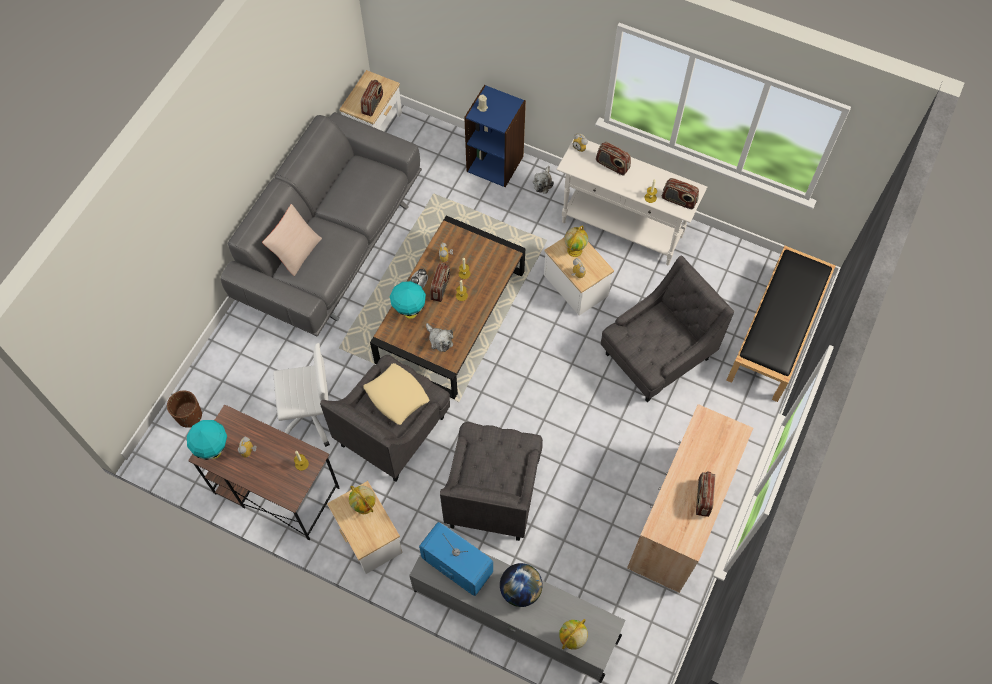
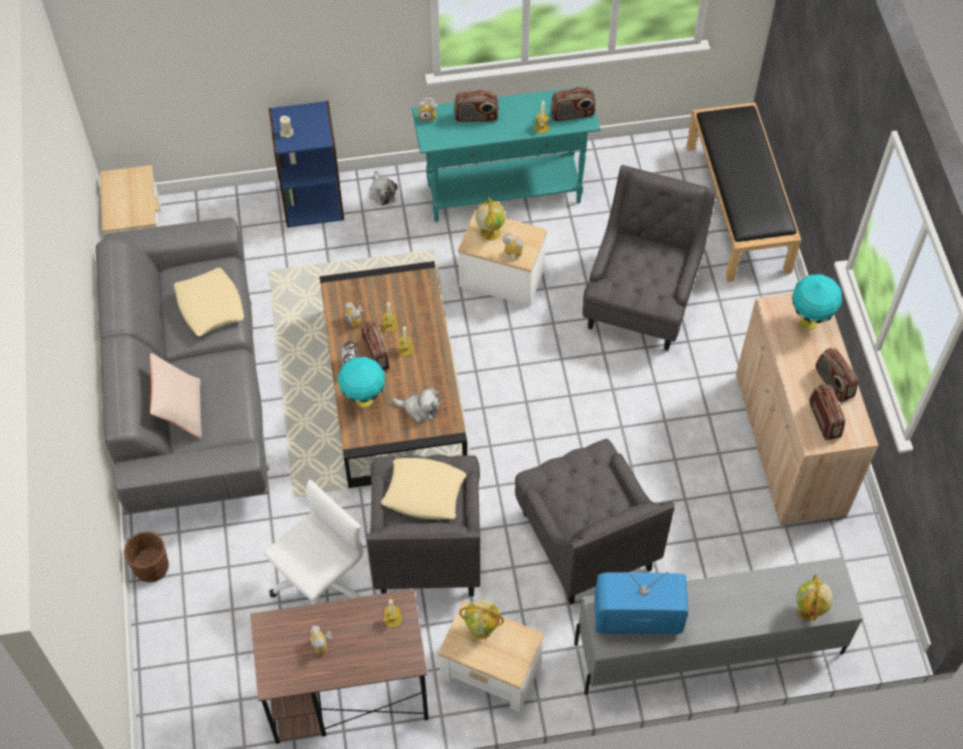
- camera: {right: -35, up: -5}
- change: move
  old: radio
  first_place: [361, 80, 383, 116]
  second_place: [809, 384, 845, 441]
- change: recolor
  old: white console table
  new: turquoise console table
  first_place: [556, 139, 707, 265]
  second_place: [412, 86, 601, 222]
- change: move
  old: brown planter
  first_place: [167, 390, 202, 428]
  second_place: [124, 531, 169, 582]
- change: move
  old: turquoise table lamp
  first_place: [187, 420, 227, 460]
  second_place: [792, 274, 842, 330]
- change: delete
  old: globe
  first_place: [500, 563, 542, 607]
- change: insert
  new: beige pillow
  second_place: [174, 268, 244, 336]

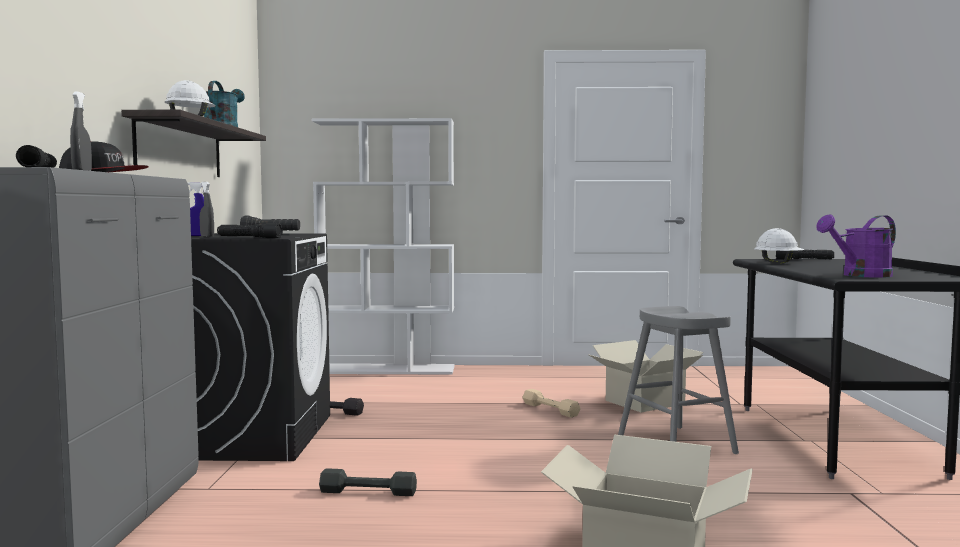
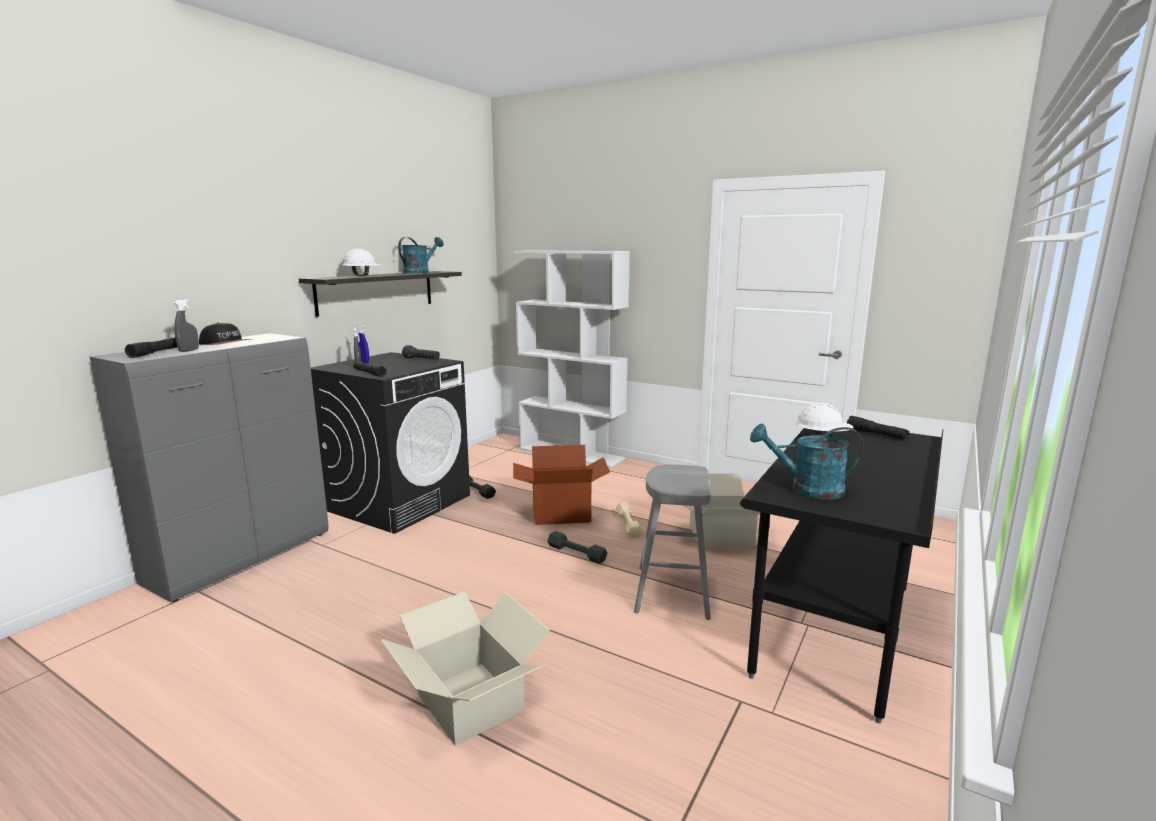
- camera: {right: 30, up: 10}
- change: recolor
  old: purple watering can
  new: turquoise watering can
  first_place: [817, 214, 896, 278]
  second_place: [750, 423, 864, 500]
- change: move
  old: grey dumbbell
  first_place: [319, 468, 417, 496]
  second_place: [547, 531, 607, 564]
- change: insert
  new: cardboard box
  second_place: [513, 445, 610, 525]

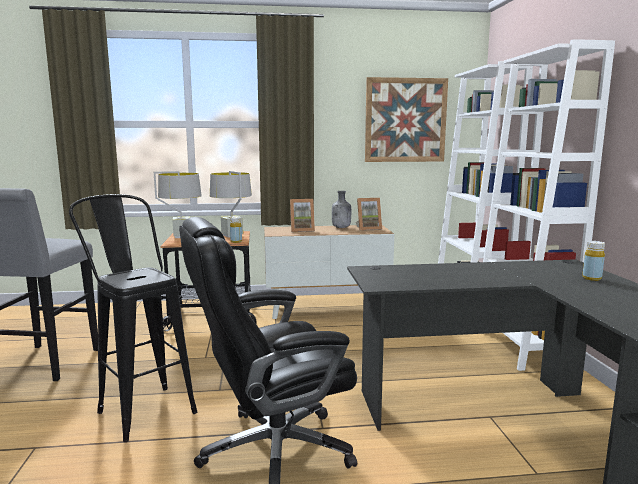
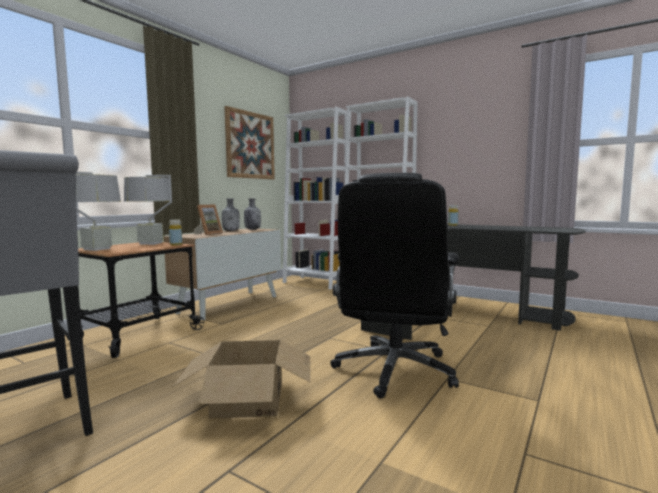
- camera: {right: -50, up: -5}
- change: replace
  old: black stool
  new: cardboard box
  first_place: [69, 194, 197, 442]
  second_place: [173, 340, 310, 419]
- change: replace
  old: picture frame
  new: grey bottle
  first_place: [356, 198, 382, 231]
  second_place: [244, 198, 261, 230]

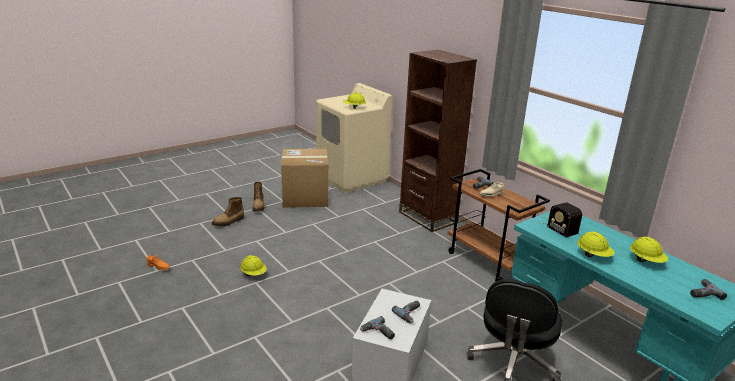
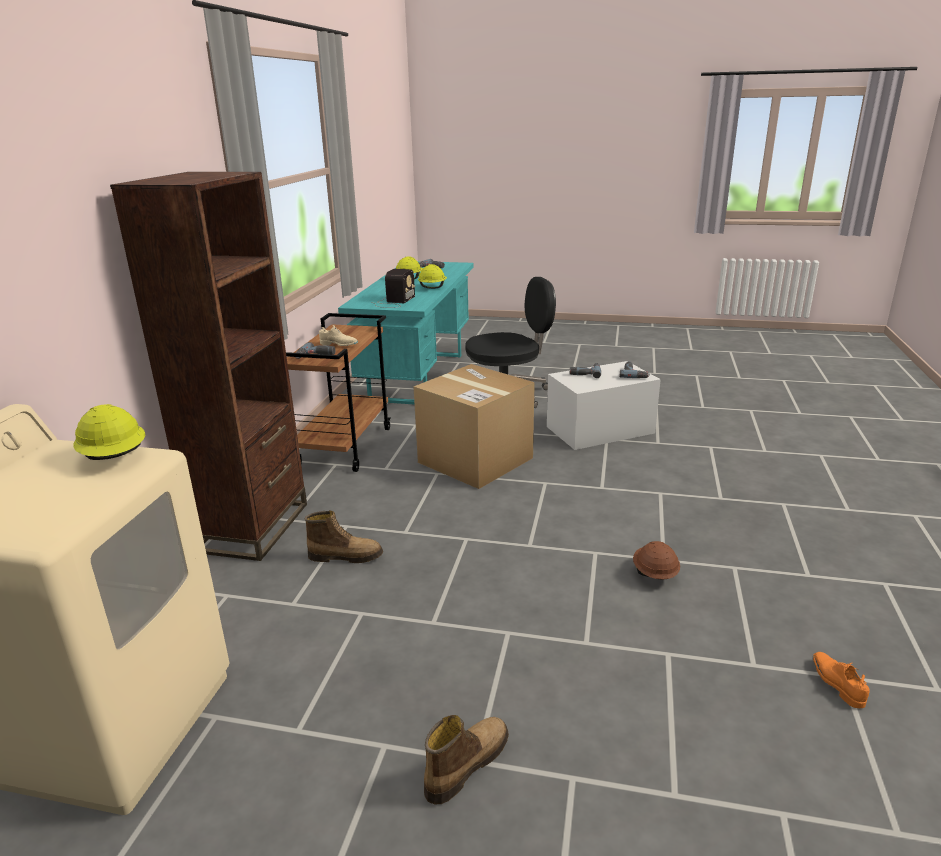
- camera: {right: -130, up: 0}
- change: move
  old: cardboard box
  first_place: [281, 149, 328, 208]
  second_place: [413, 364, 535, 489]
- change: move
  old: boot
  first_place: [212, 197, 244, 227]
  second_place: [305, 510, 383, 563]
- change: recolor
  old: yellow hard hat
  new: brown hard hat
  first_place: [240, 255, 267, 276]
  second_place: [633, 541, 680, 580]

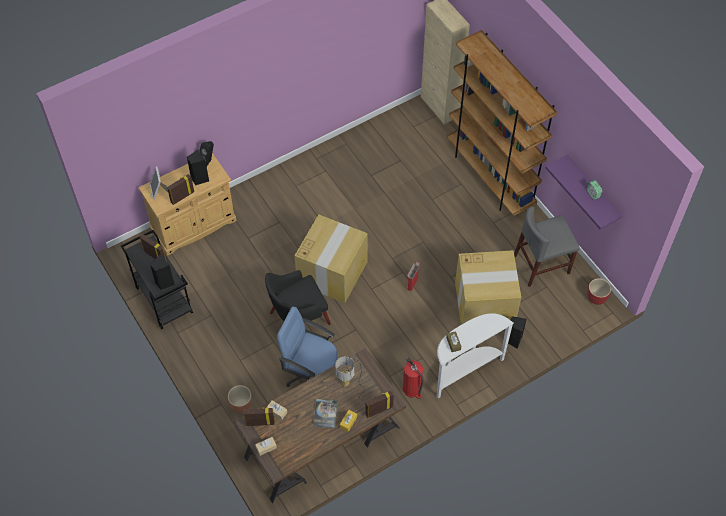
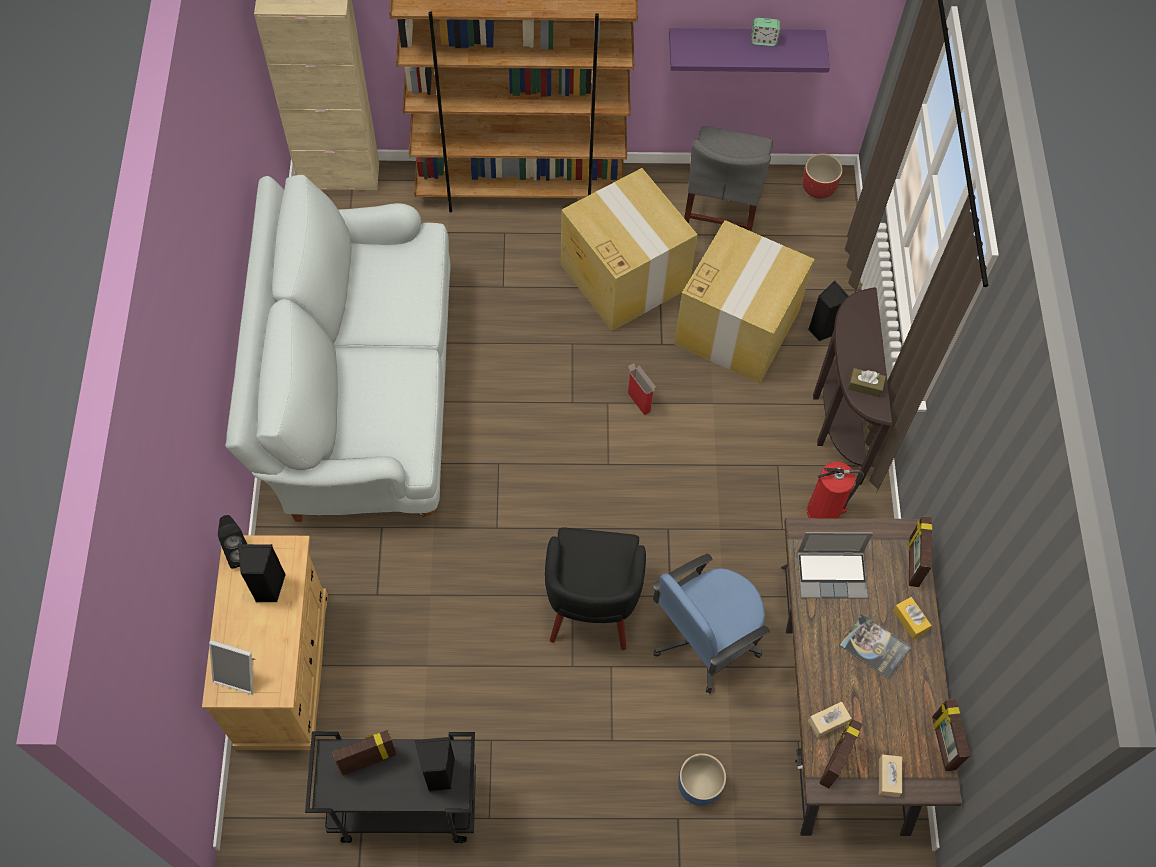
- camera: {right: -60, up: 5}
- change: move
  old: picture frame
  first_place: [167, 174, 194, 205]
  second_place: [932, 699, 971, 771]
- change: move
  old: cardboard box
  first_place: [294, 215, 368, 303]
  second_place: [561, 168, 698, 331]
- change: recolor
  old: white console table
  new: brown console table
  first_place: [437, 313, 514, 398]
  second_place: [813, 287, 892, 485]
- change: replace
  old: table lamp
  new: laptop
  first_place: [335, 356, 364, 398]
  second_place: [797, 532, 873, 599]
- change: recolor
  old: brown planter
  new: blue planter
  first_place: [228, 385, 252, 413]
  second_place: [678, 753, 726, 806]
- change: insert
  new: white sofa
  second_place: [225, 175, 451, 522]

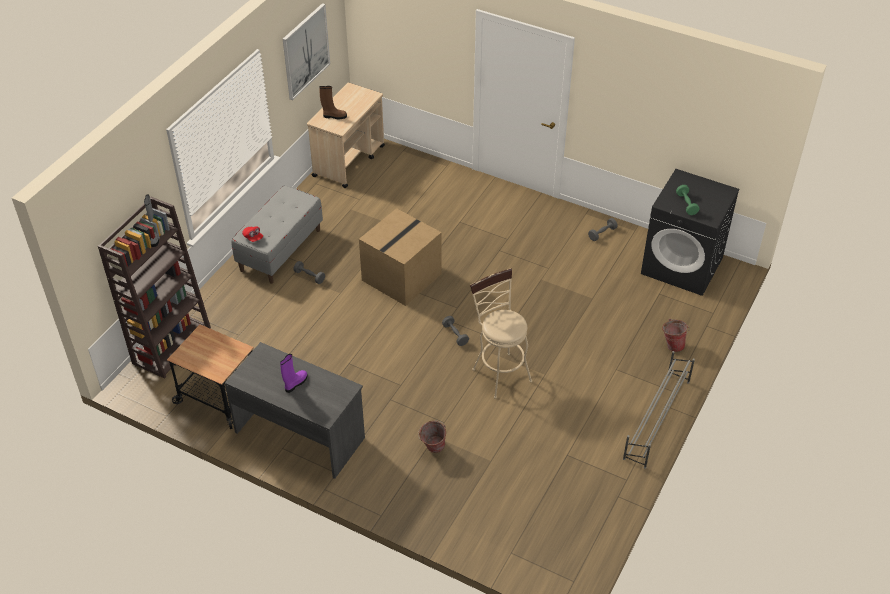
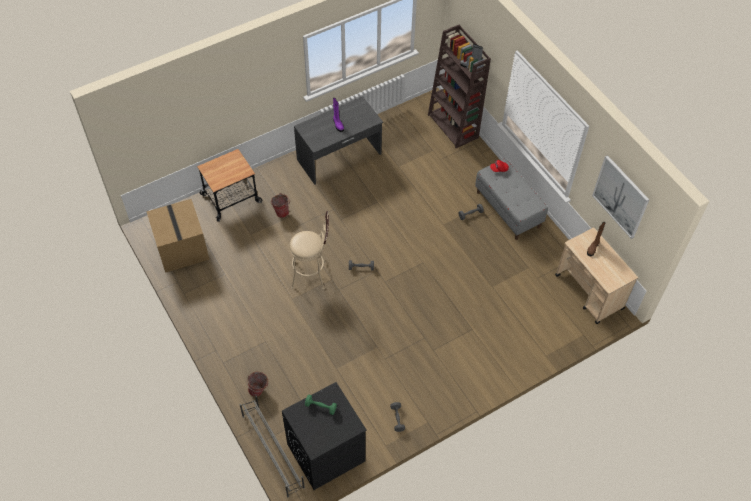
- camera: {right: 120, up: 10}
- change: move
  old: cardboard box
  first_place: [359, 208, 442, 306]
  second_place: [146, 199, 209, 273]
- change: move
  old: cart
  first_place: [167, 324, 254, 429]
  second_place: [197, 149, 262, 222]
- change: move
  old: grey shoe rack
  first_place: [623, 351, 695, 469]
  second_place: [240, 396, 305, 498]

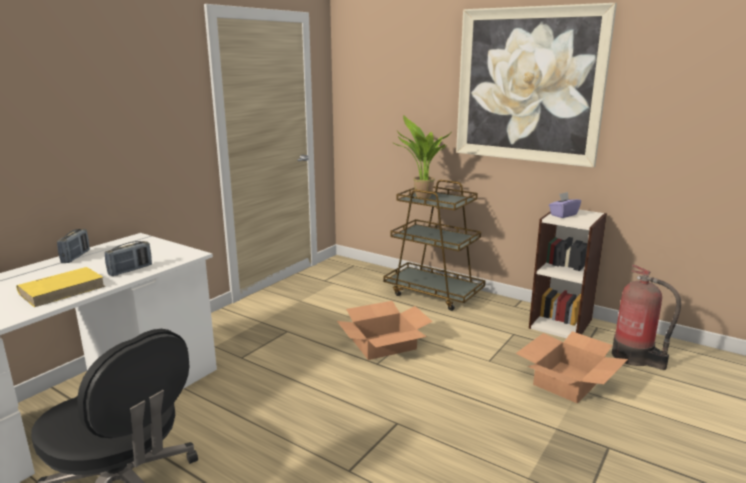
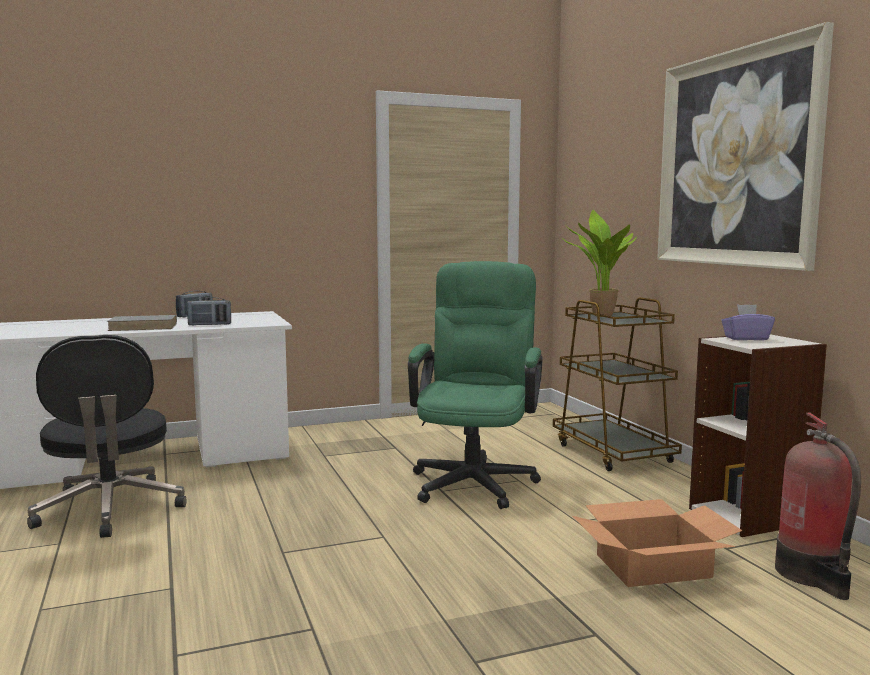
- camera: {right: 35, up: -10}
- change: recolor
  old: yellow book
  new: grey book
  first_place: [16, 267, 105, 307]
  second_place: [107, 315, 177, 331]
- change: replace
  old: cardboard box
  new: green office chair
  first_place: [337, 301, 433, 360]
  second_place: [408, 261, 543, 509]

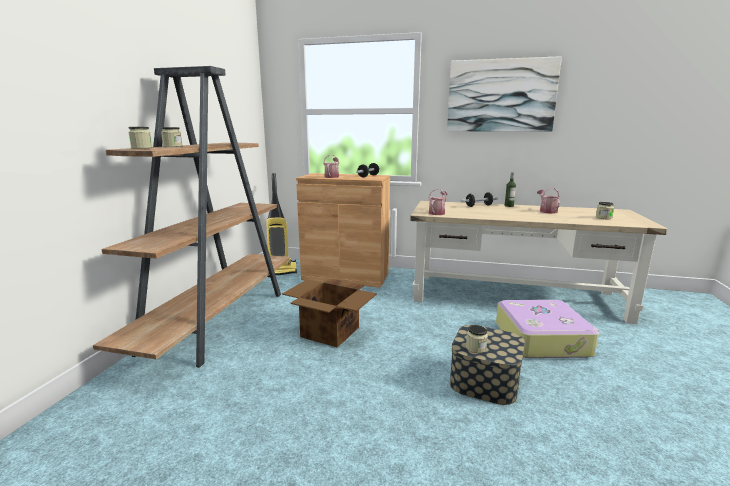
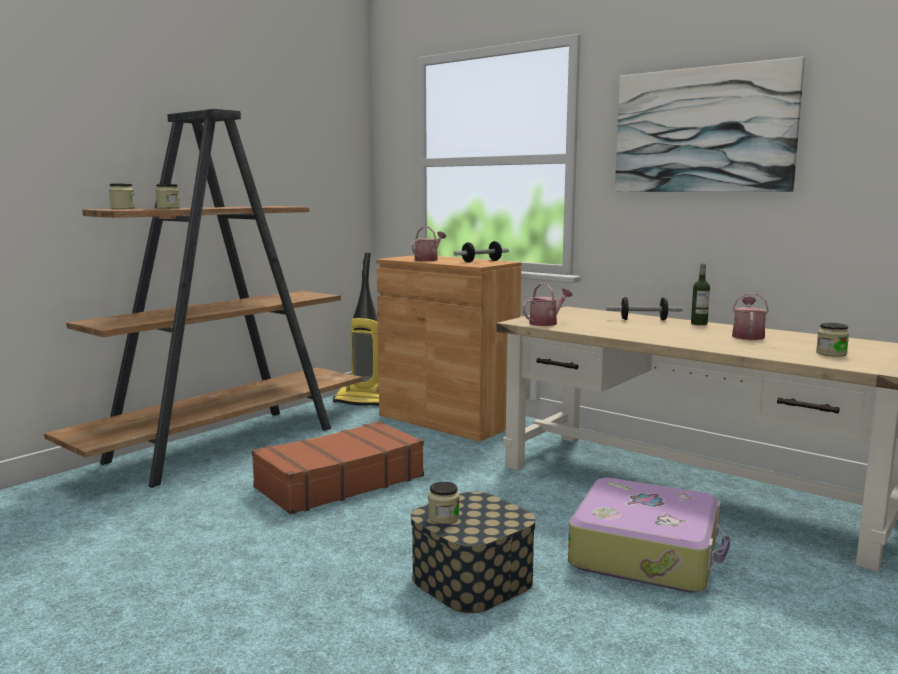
- camera: {right: 25, up: -5}
- change: replace
  old: cardboard box
  new: brown suitcase
  first_place: [282, 278, 377, 347]
  second_place: [252, 421, 424, 515]

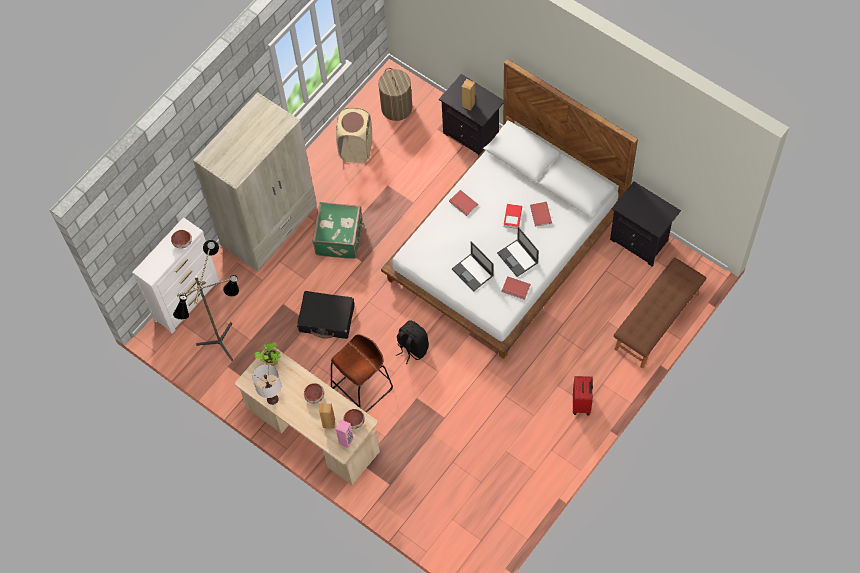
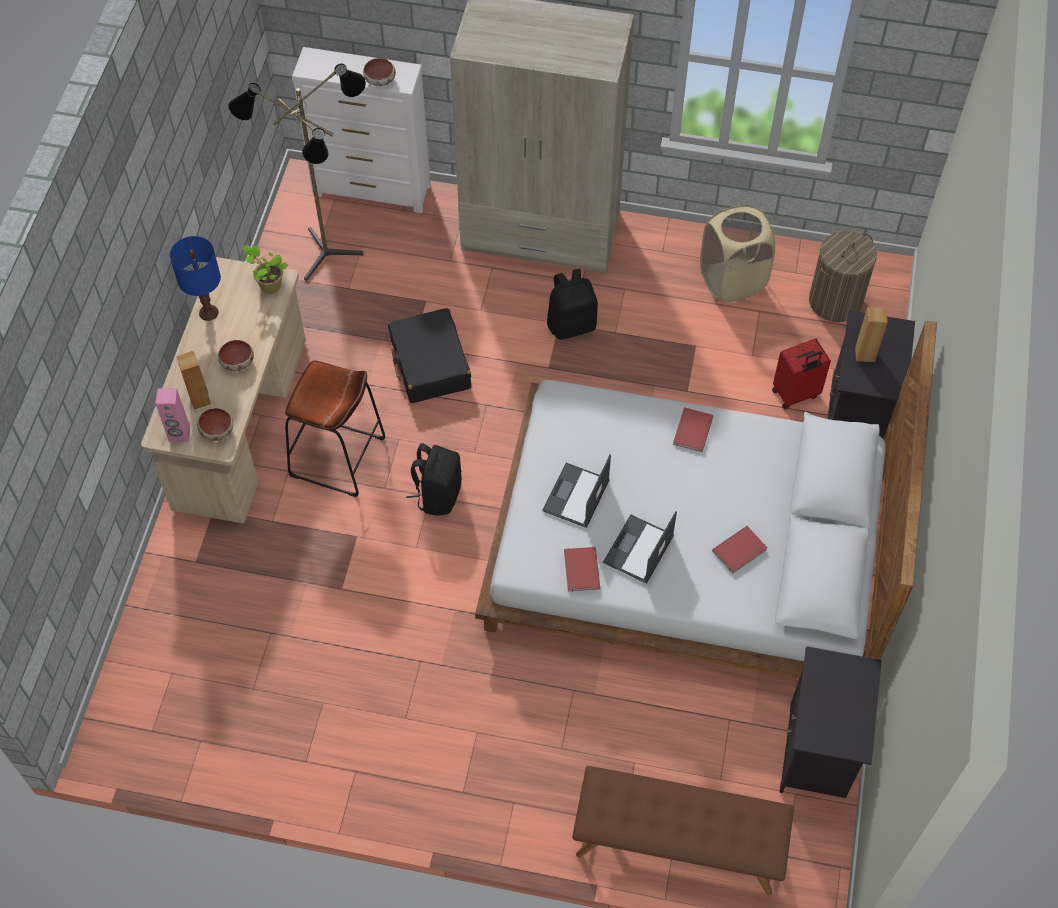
- camera: {right: 60, up: -5}
- change: replace
  old: green suitcase
  new: black backpack
  first_place: [312, 202, 365, 259]
  second_place: [547, 269, 598, 340]
- change: delete
  old: book
  first_place: [504, 204, 522, 229]
- change: recolor
  old: white table lamp
  new: blue table lamp
  first_place: [252, 364, 281, 405]
  second_place: [170, 236, 221, 321]
- change: move
  old: red suitcase
  first_place: [573, 376, 593, 415]
  second_place: [772, 338, 831, 409]

